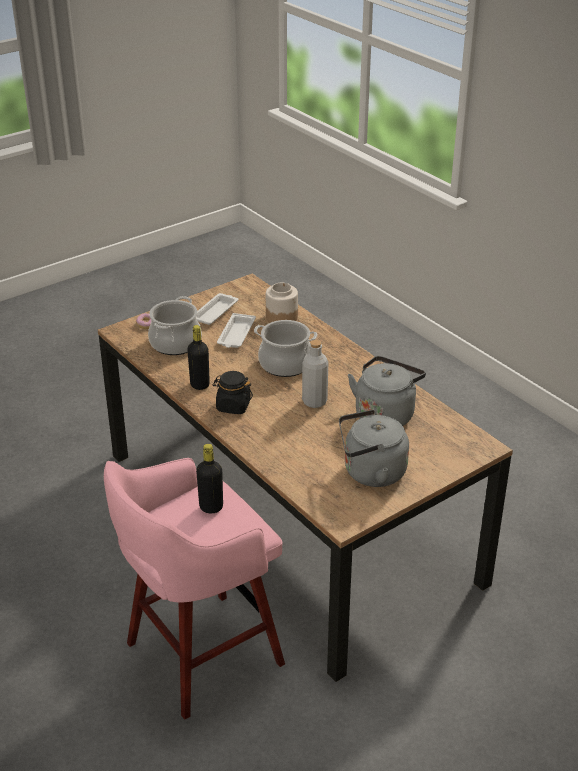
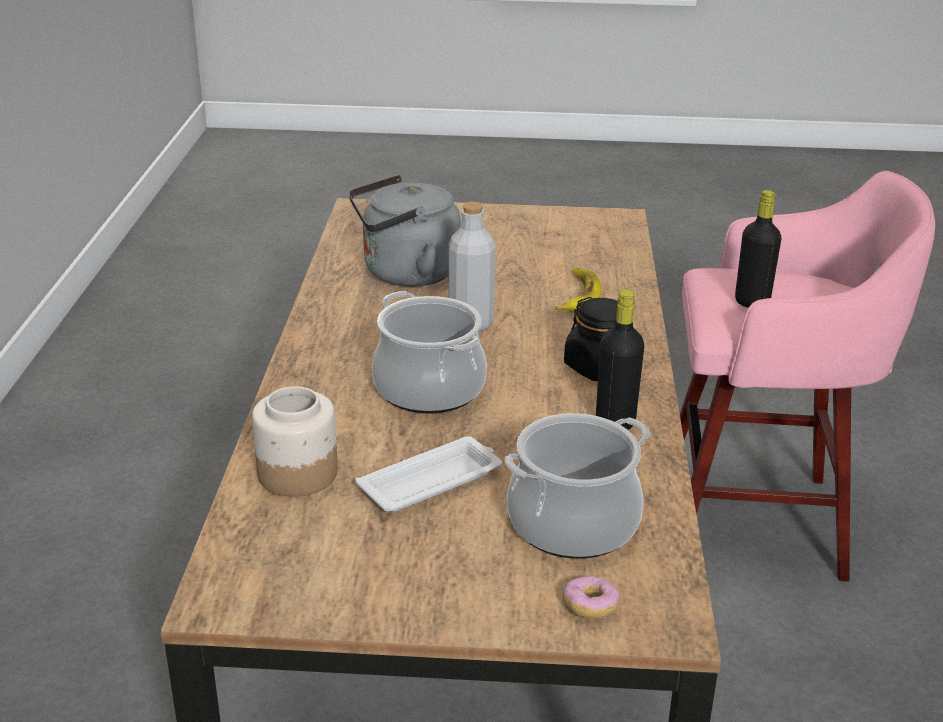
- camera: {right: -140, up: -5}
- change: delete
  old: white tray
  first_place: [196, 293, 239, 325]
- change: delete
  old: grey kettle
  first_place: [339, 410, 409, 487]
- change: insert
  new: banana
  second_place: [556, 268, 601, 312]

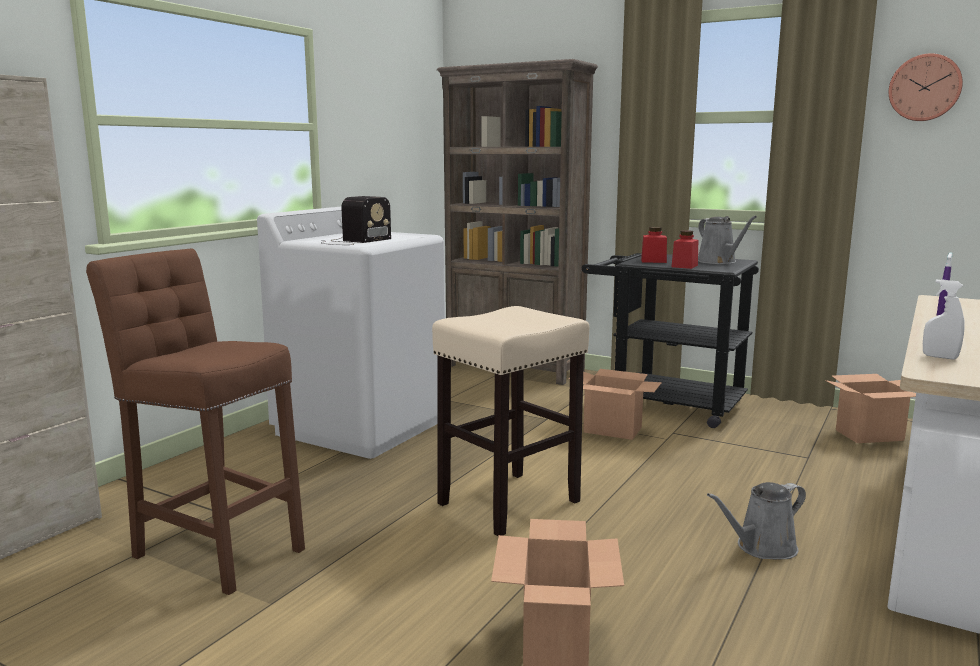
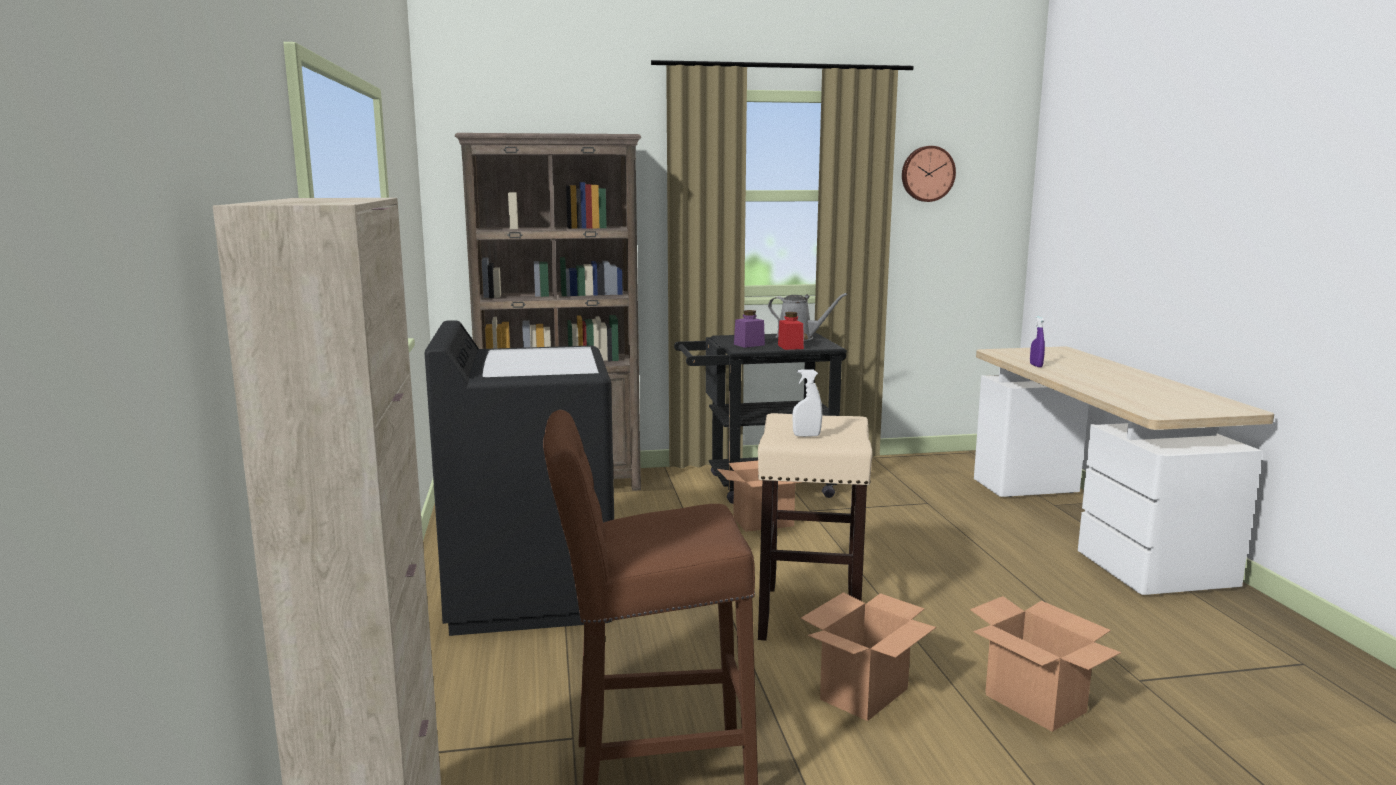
- camera: {right: -40, up: 0}
- change: delete
  old: radio
  first_place: [321, 196, 391, 245]
- change: recolor
  old: white washing machine
  new: black washing machine
  first_place: [257, 206, 445, 459]
  second_place: [424, 320, 614, 636]
- change: recolor
  old: red jar
  new: purple jar
  first_place: [641, 227, 667, 263]
  second_place: [734, 310, 765, 348]
- change: move
  old: white spray bottle
  first_place: [923, 279, 965, 359]
  second_place: [792, 370, 822, 437]
- change: move
  old: cardboard box
  first_place: [825, 374, 916, 443]
  second_place: [800, 592, 936, 721]
- change: delete
  old: grey watering can
  first_place: [707, 482, 806, 559]

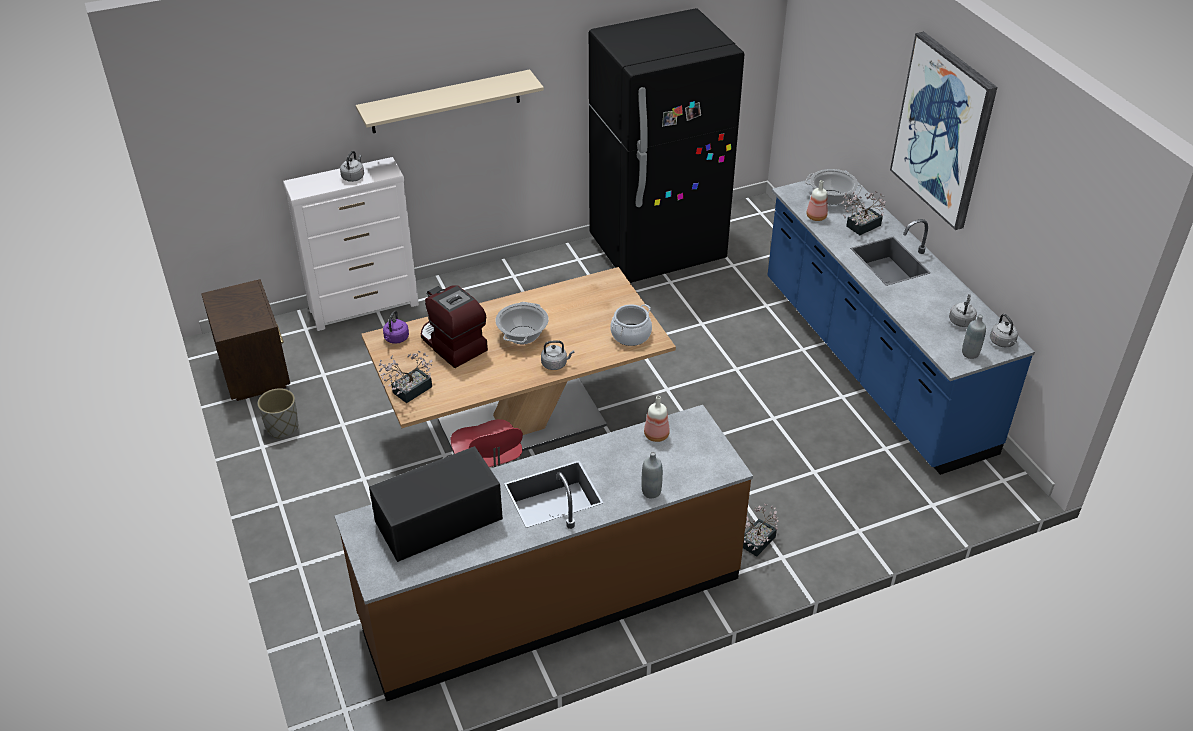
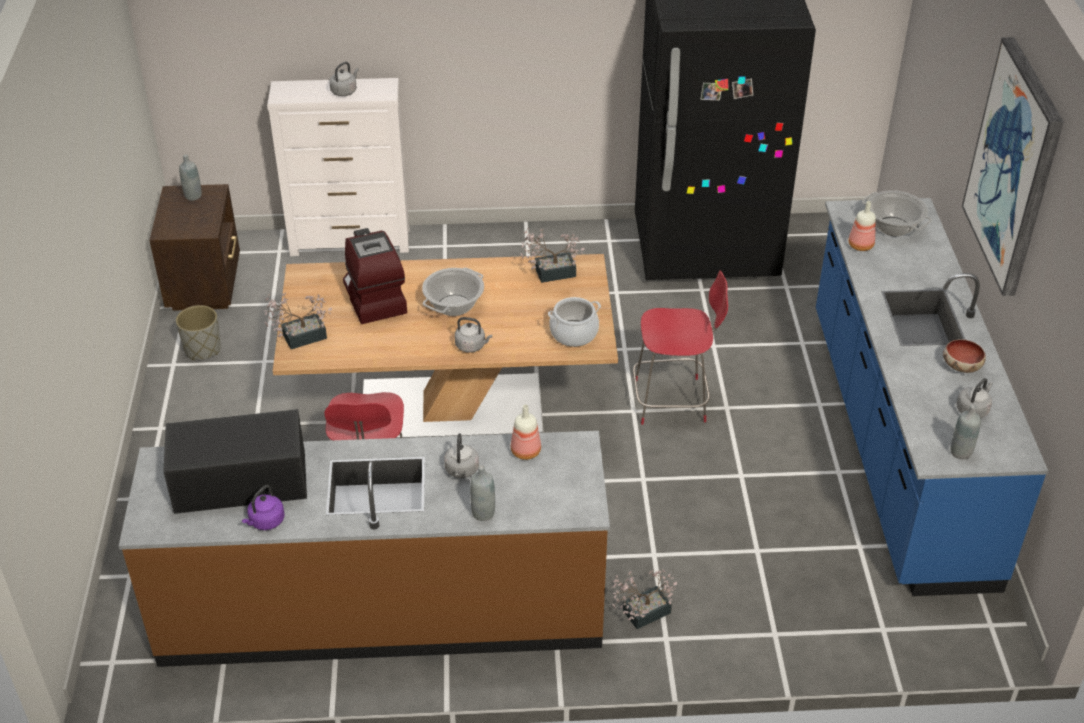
- camera: {right: 20, up: 0}
- change: delete
  old: beige shelf
  first_place: [356, 69, 544, 133]
- change: move
  old: potted plant
  first_place: [841, 191, 885, 235]
  second_place: [521, 228, 584, 283]
- change: move
  old: purple kettle
  first_place: [383, 311, 409, 344]
  second_place: [242, 485, 285, 530]
- change: move
  old: grey kettle
  first_place: [990, 314, 1018, 347]
  second_place: [444, 434, 479, 478]
- change: insert
  new: grey bottle
  second_place: [179, 154, 202, 201]
- change: insert
  new: red chair
  second_place: [633, 270, 728, 425]
- change: insert
  new: bowl
  second_place: [943, 339, 986, 373]

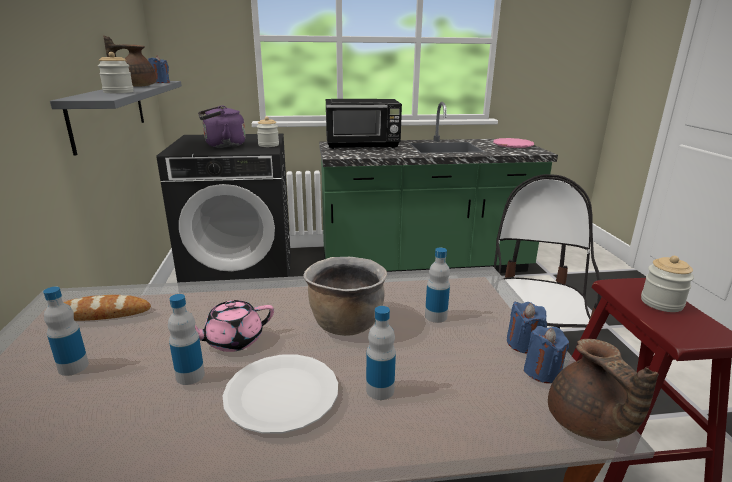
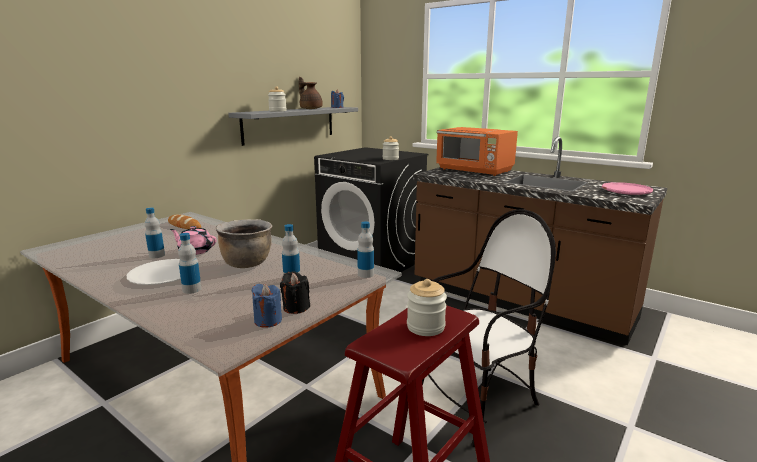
- camera: {right: 45, up: -5}
- change: recolor
  old: black microwave
  new: orange microwave
  first_place: [326, 99, 402, 149]
  second_place: [436, 127, 518, 176]
- change: recolor
  old: green counter
  new: brown counter
  first_place: [319, 102, 558, 273]
  second_place: [413, 136, 667, 345]
- change: delete
  old: purple kettle
  first_place: [198, 105, 246, 148]
- change: move
  old: bottle
  first_place: [43, 287, 89, 376]
  second_place: [357, 221, 374, 278]
- change: recolor
  old: blue candle
  new: black candle
  first_place: [507, 302, 547, 354]
  second_place: [280, 271, 310, 314]
- change: delete
  old: brown teapot
  first_place: [548, 339, 659, 441]

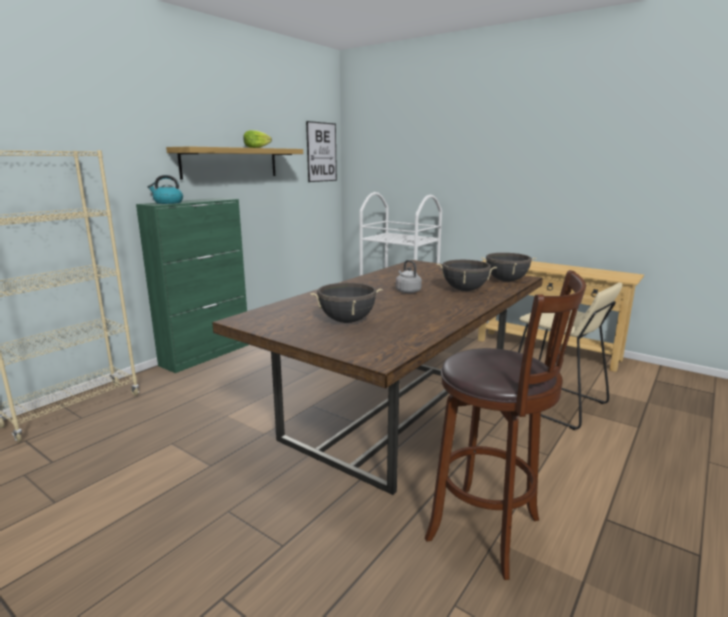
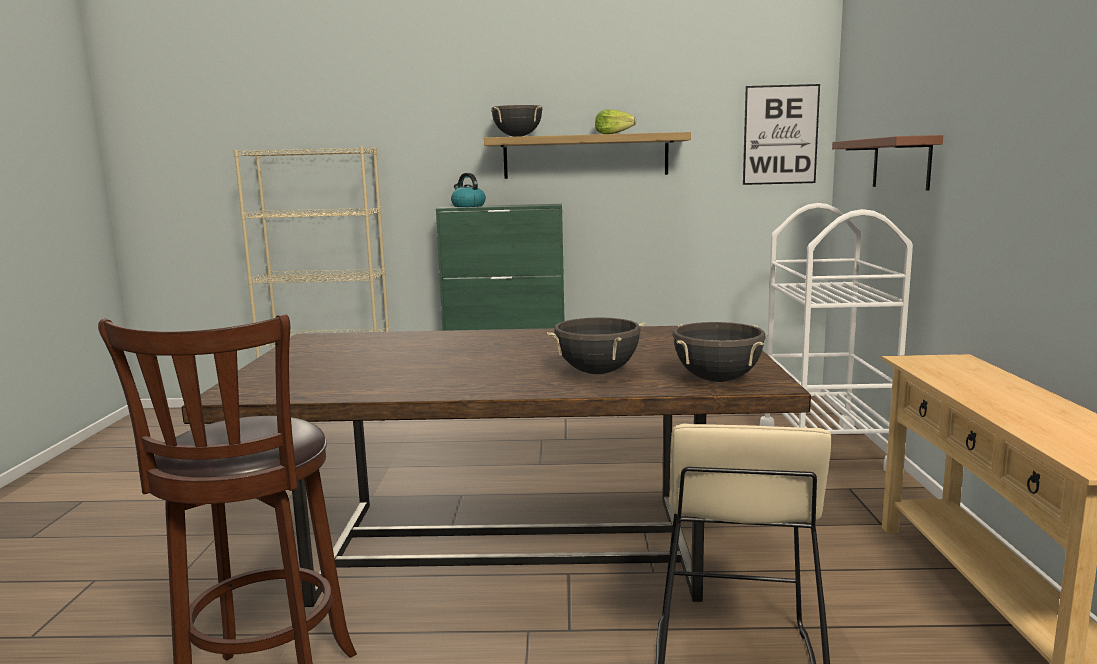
- camera: {right: 55, up: -5}
- change: delete
  old: grey kettle
  first_place: [396, 260, 422, 293]
- change: move
  old: black cooking pot
  first_place: [310, 282, 382, 323]
  second_place: [491, 105, 543, 137]
- change: insert
  new: brown shelf
  second_place: [832, 135, 943, 191]

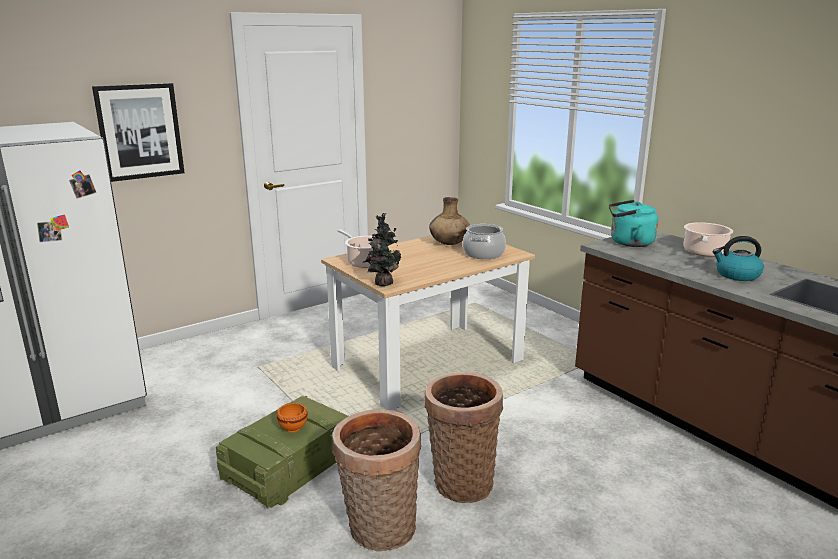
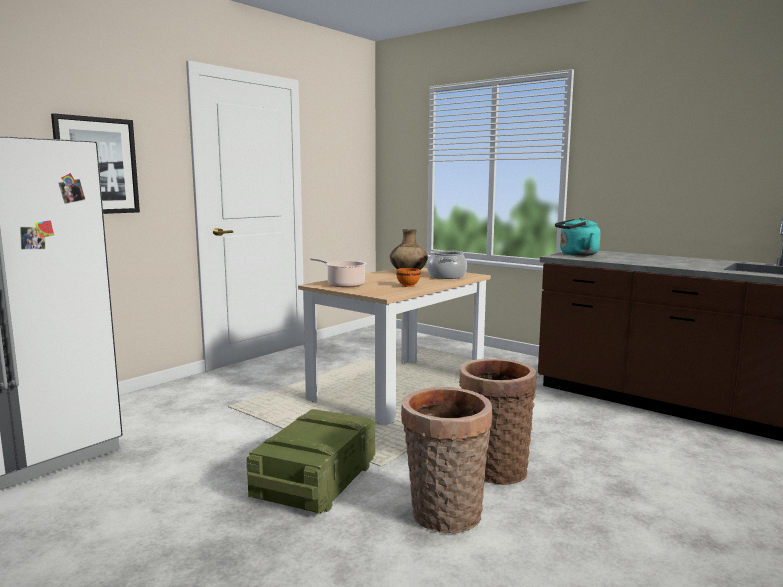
- camera: {right: -15, up: -10}
- change: delete
  old: potted plant
  first_place: [362, 213, 401, 286]
- change: delete
  old: cooking pot
  first_place: [684, 222, 733, 257]
- change: delete
  old: kettle
  first_place: [713, 236, 764, 281]
- change: move
  old: orange bowl
  first_place: [277, 403, 308, 433]
  second_place: [396, 268, 420, 287]

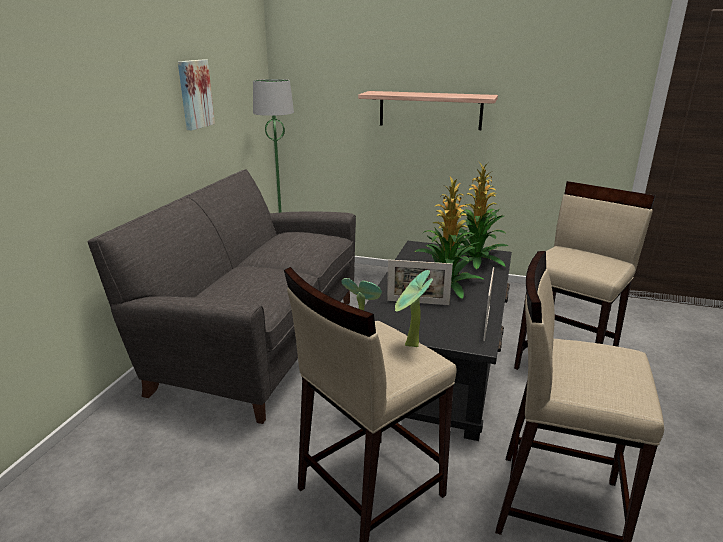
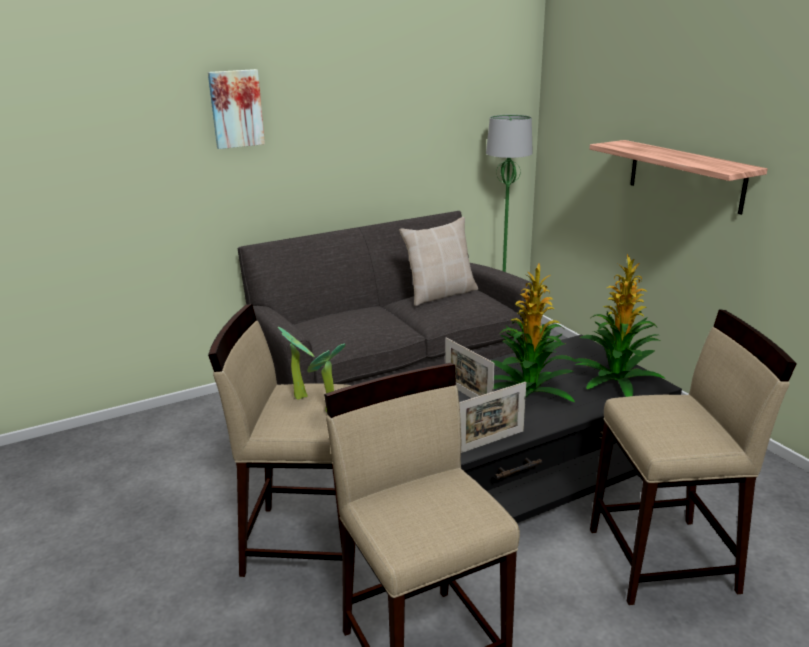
- camera: {right: 45, up: 0}
- change: move
  old: picture
  first_place: [178, 60, 215, 130]
  second_place: [208, 69, 265, 149]
- change: insert
  new: beige pillow
  second_place: [399, 217, 478, 306]

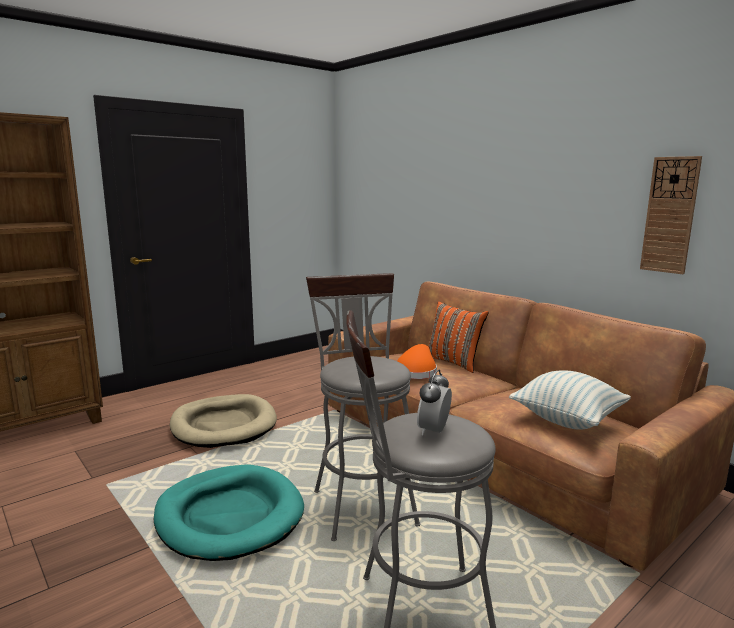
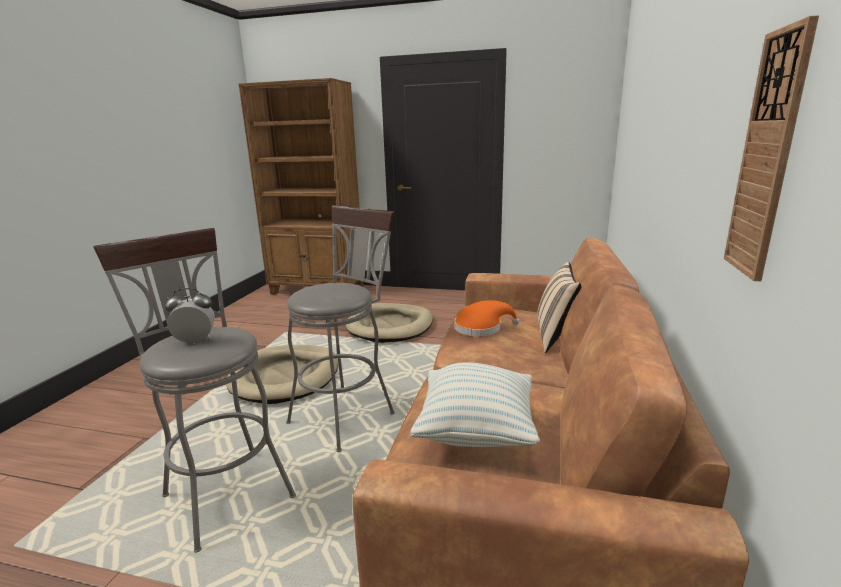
- camera: {right: 55, up: 5}
- change: recolor
  old: orange pillow
  new: beige pillow
  first_place: [428, 301, 489, 373]
  second_place: [537, 262, 581, 353]
- change: recolor
  old: turquoise dog bed
  new: beige dog bed
  first_place: [154, 464, 304, 561]
  second_place: [226, 345, 338, 404]

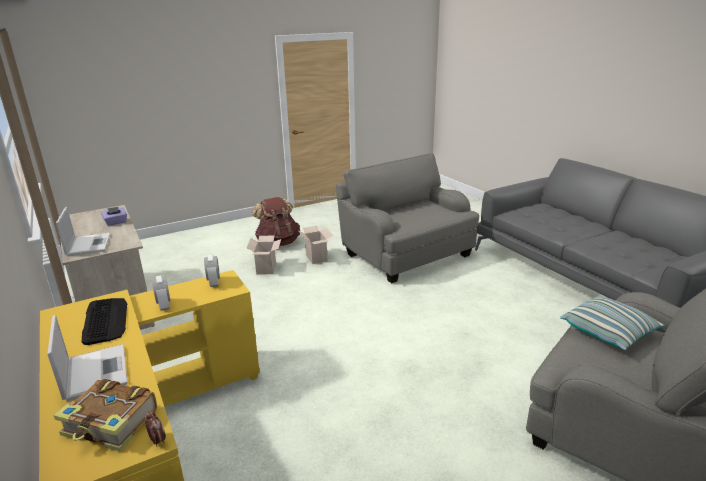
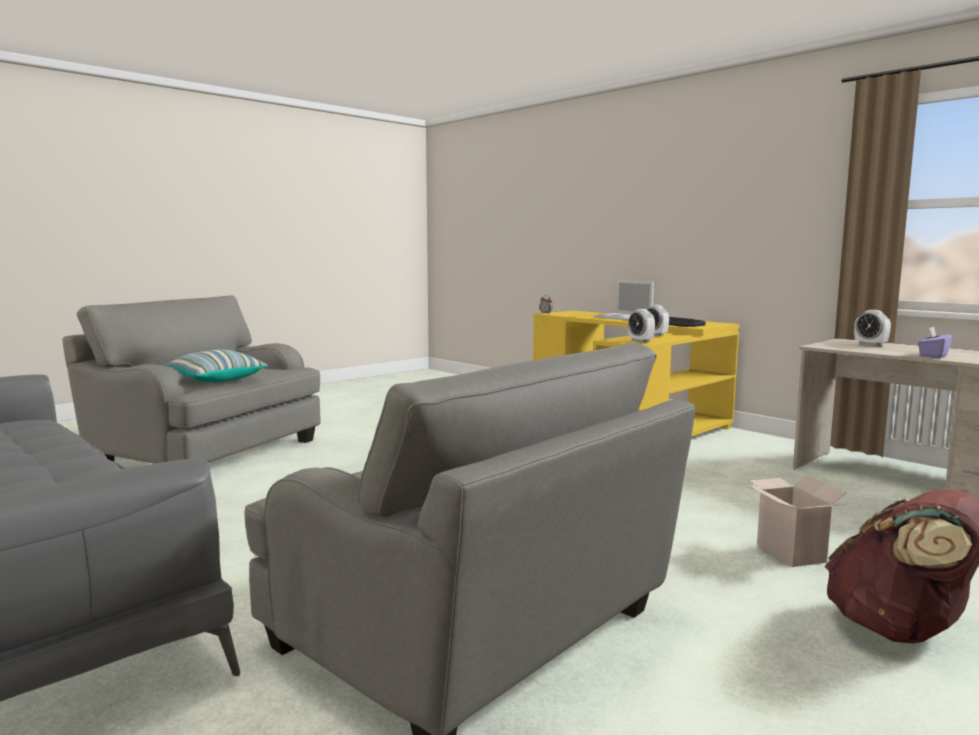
- camera: {right: 165, up: -15}
- change: replace
  old: laptop
  new: alarm clock
  first_place: [56, 207, 110, 256]
  second_place: [854, 310, 891, 346]
- change: delete
  old: cardboard box
  first_place: [299, 226, 333, 264]
- change: delete
  old: book
  first_place: [53, 379, 157, 452]

